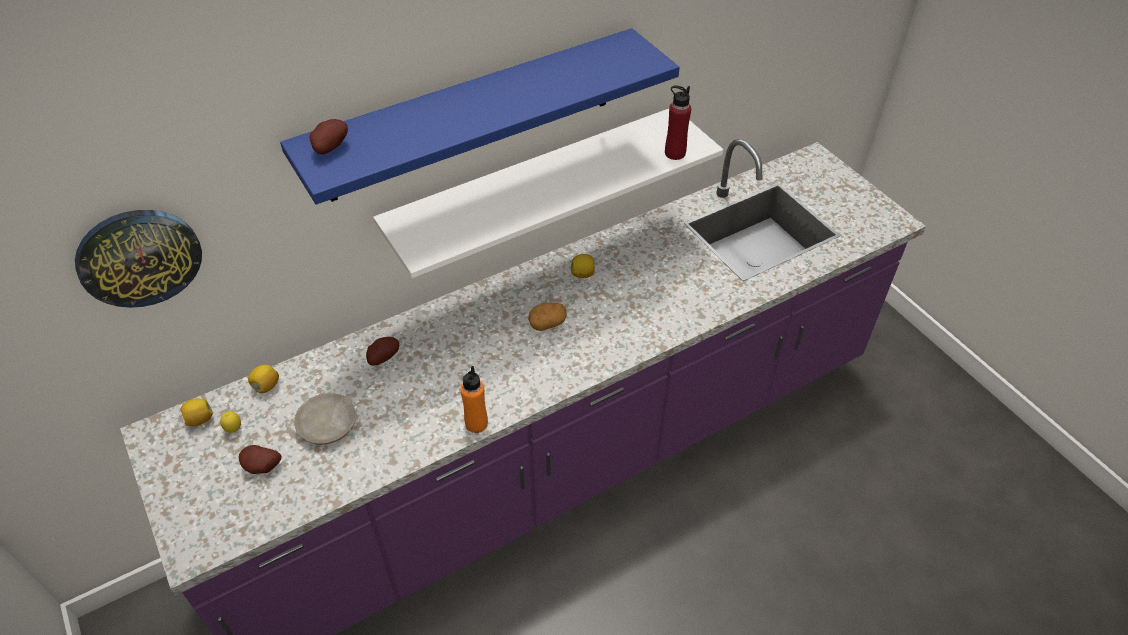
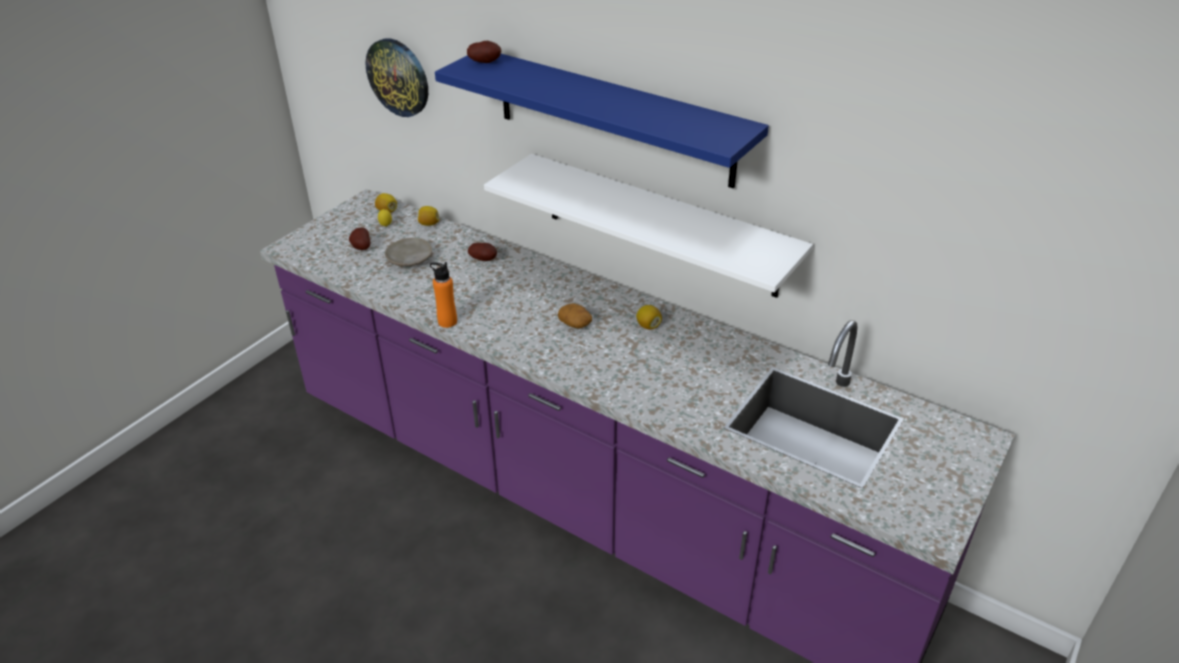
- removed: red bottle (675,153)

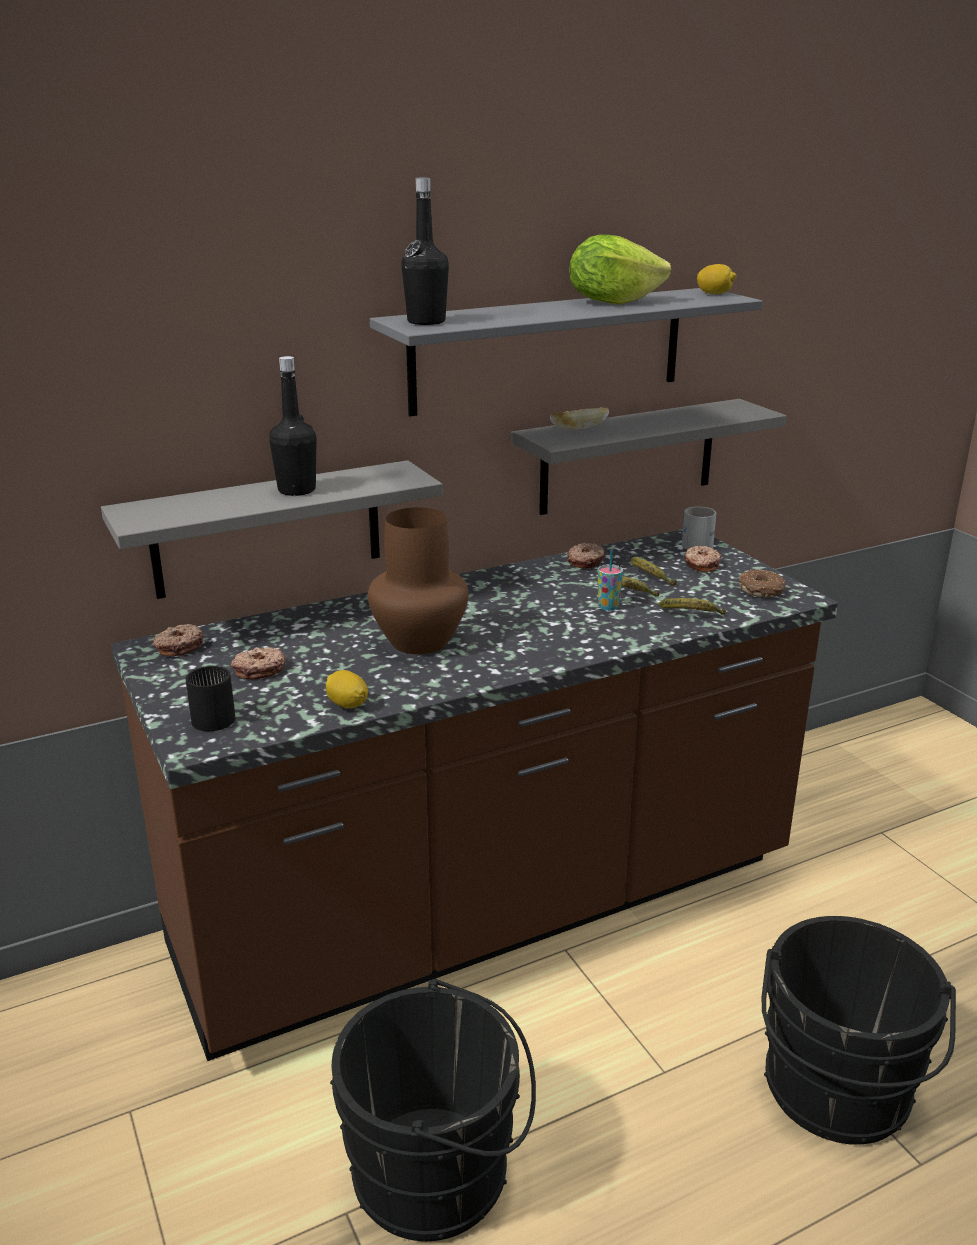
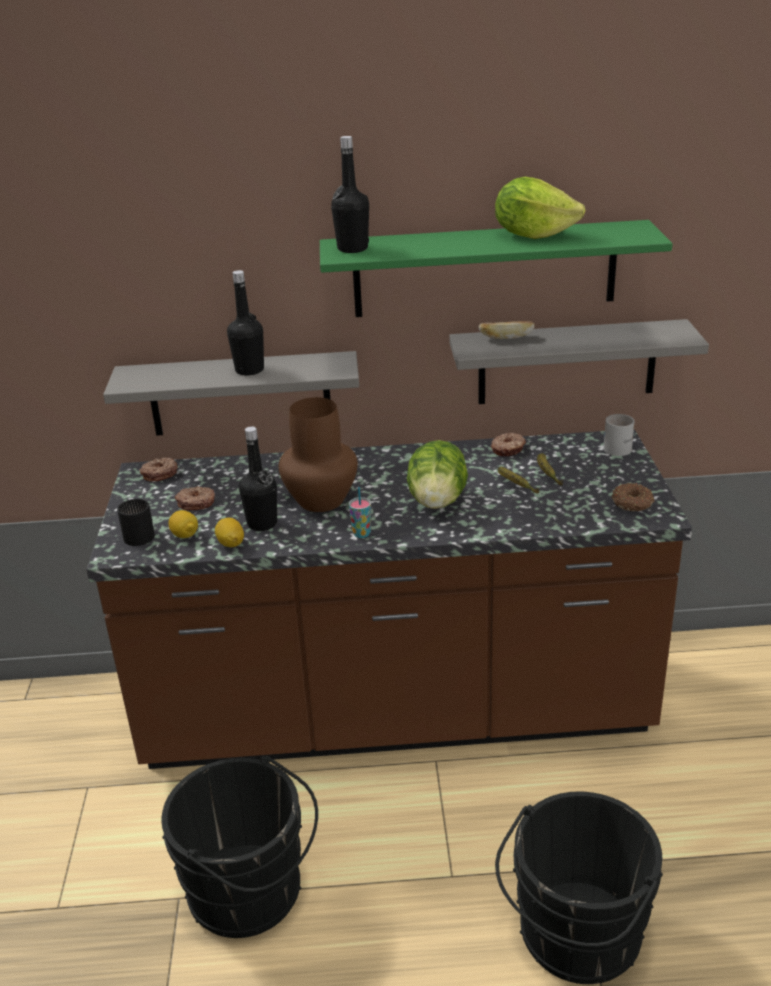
- recoloured: grey shelf (549,350) to green shelf (484,269)
- moved: cup (608,607) to (361,534)
- removed: banana (692,615)
- removed: donut (701,565)
- moved: lemon (714,294) to (185,535)
- added: black bottle (262,523)
- added: lettuce (437,501)

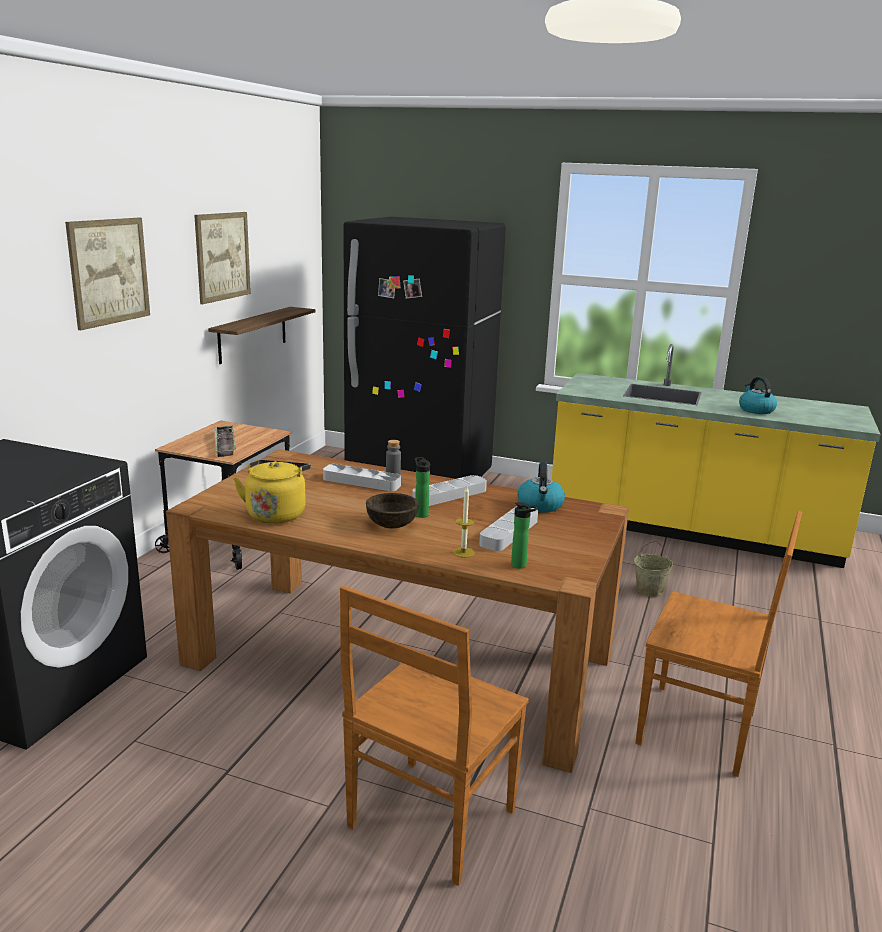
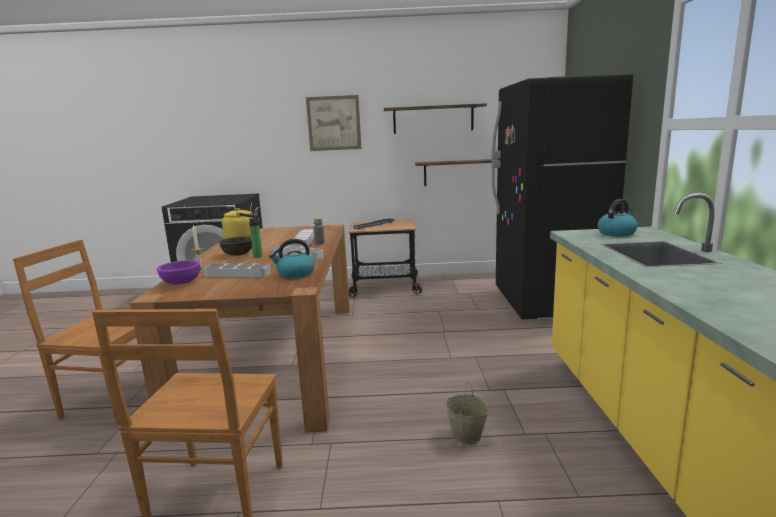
- replaced: picture (222,256) to shelf (433,119)
- replaced: bottle (521,565) to purple bowl (181,283)
- moved: kettle (755,410) to (616,233)

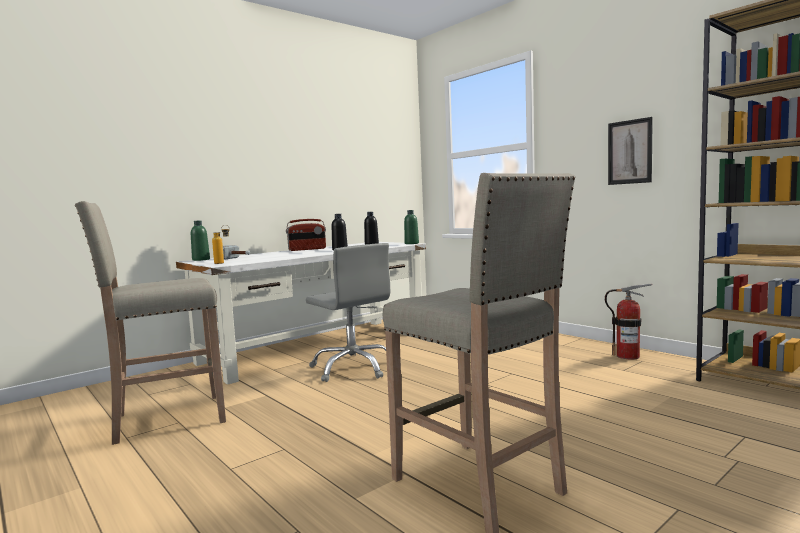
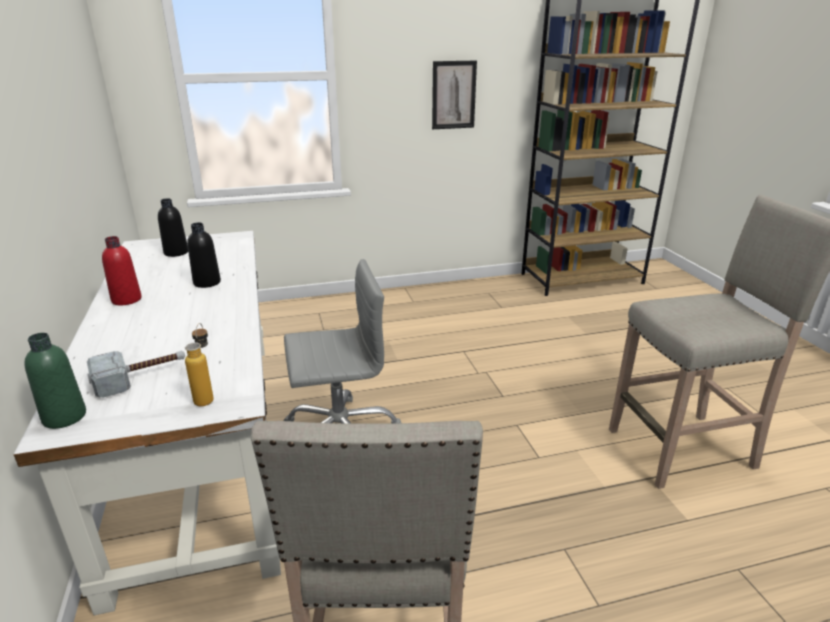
- replaced: radio (307,249) to red bottle (126,300)
- removed: green bottle (411,243)
- removed: fire extinguisher (628,356)

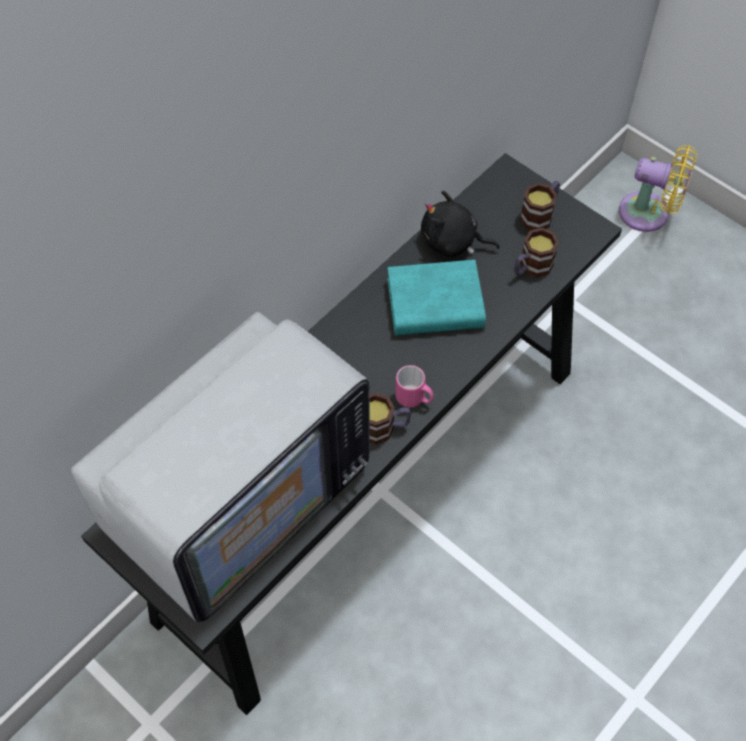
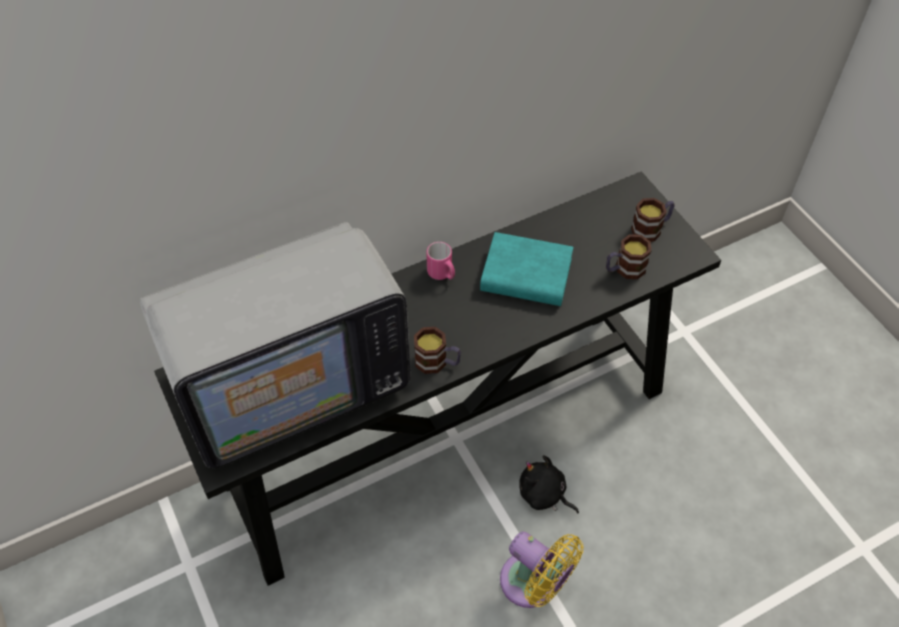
- moved: pink mug (414,398) to (442,274)
- moved: black plush toy (452,242) to (544,494)
- moved: yellow fan (649,213) to (533,584)

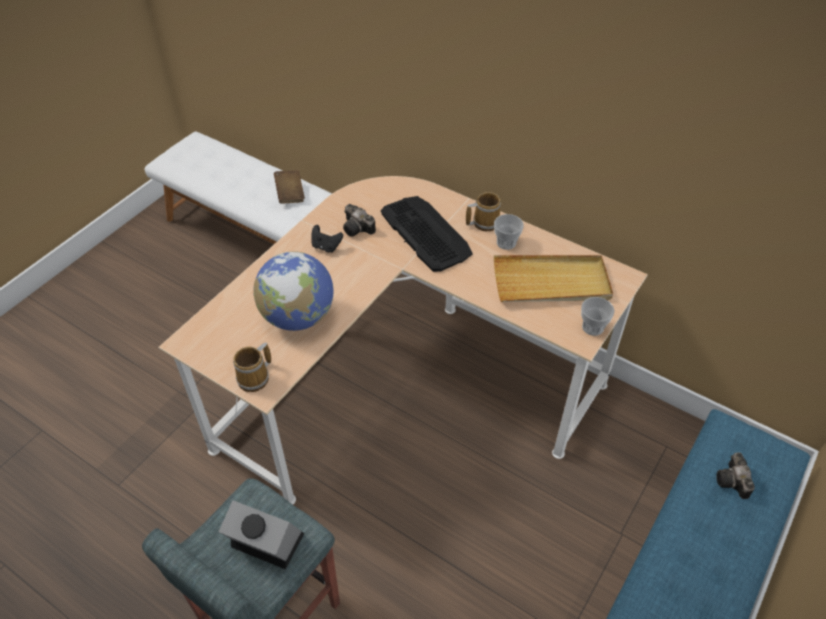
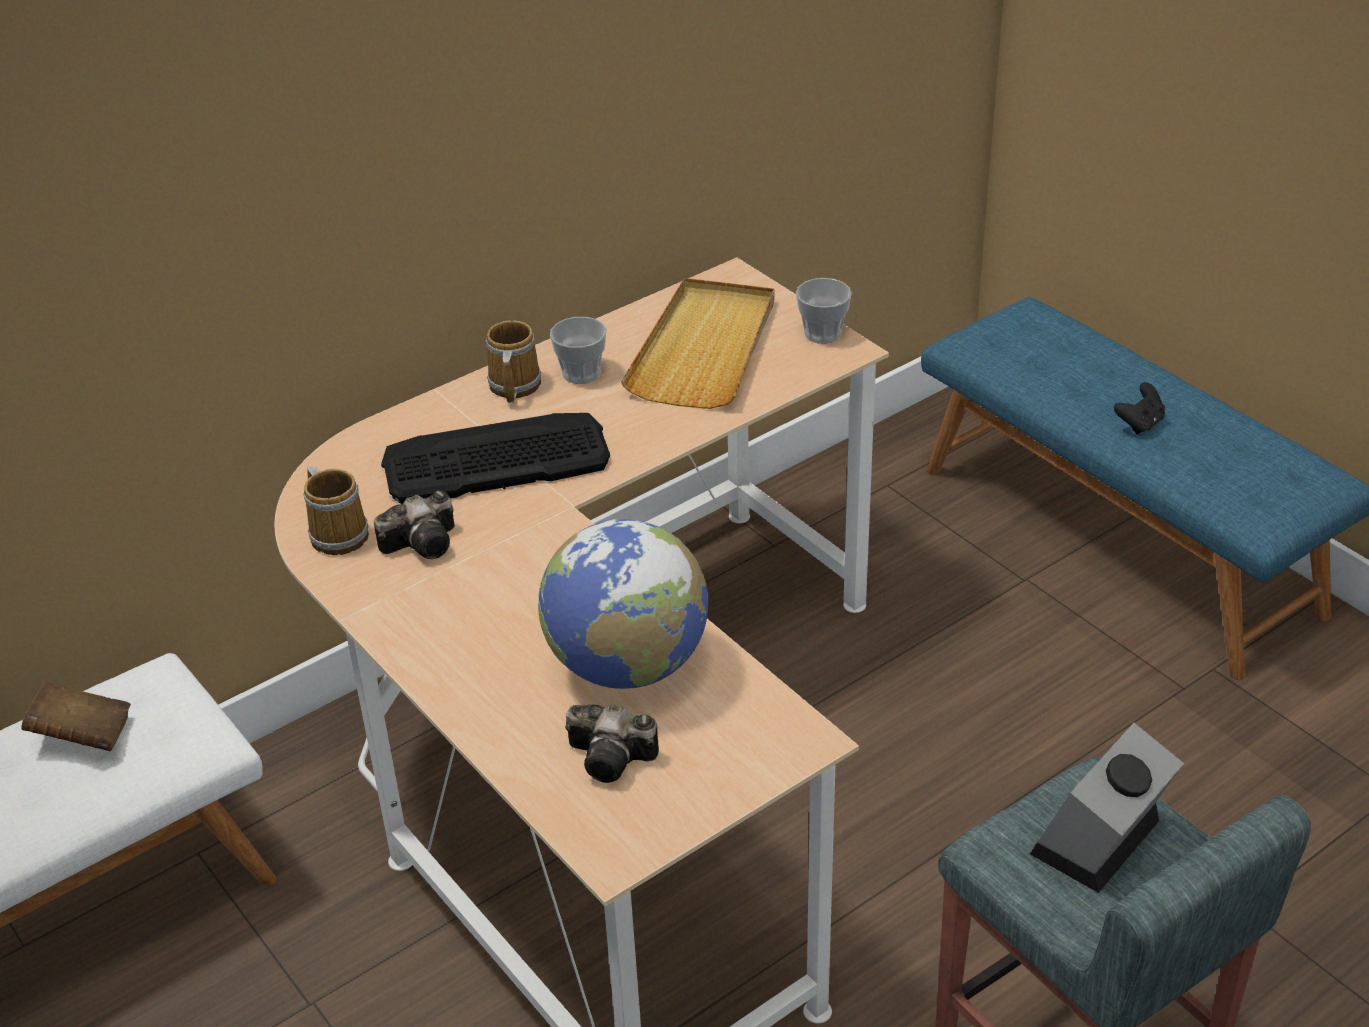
- moved: mug (255,378) to (339,533)
- moved: black game controller (326,246) to (1139,424)
- moved: photo camera (733,482) to (614,758)

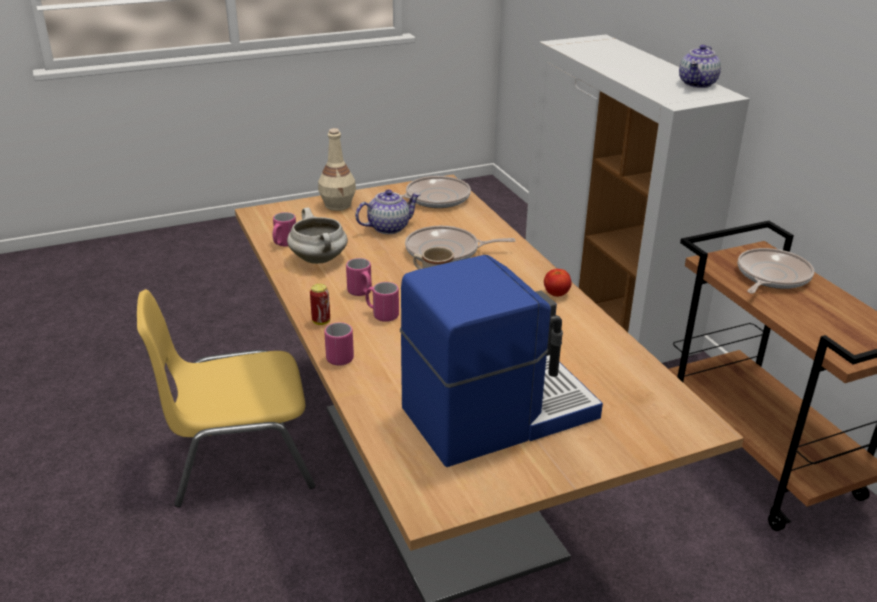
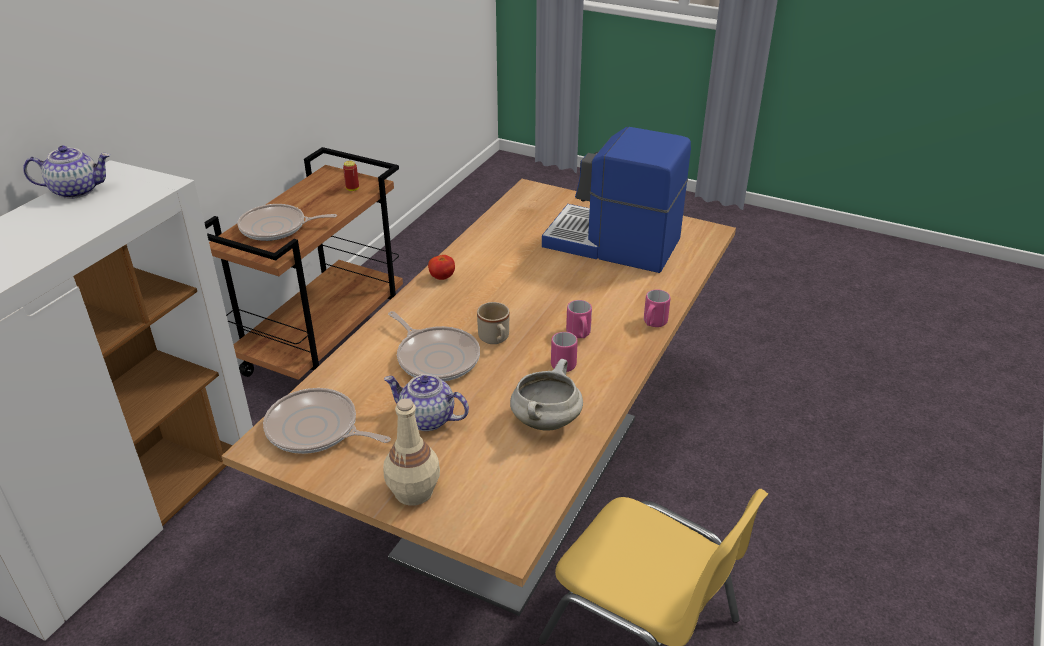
- removed: pink mug (284,244)
- moved: can (321,321) to (352,189)

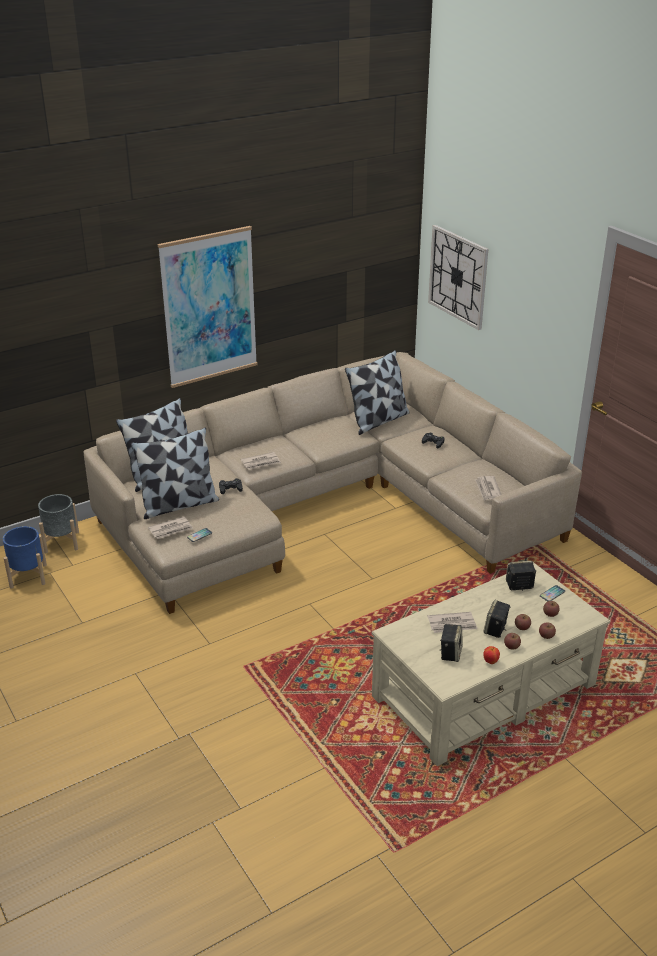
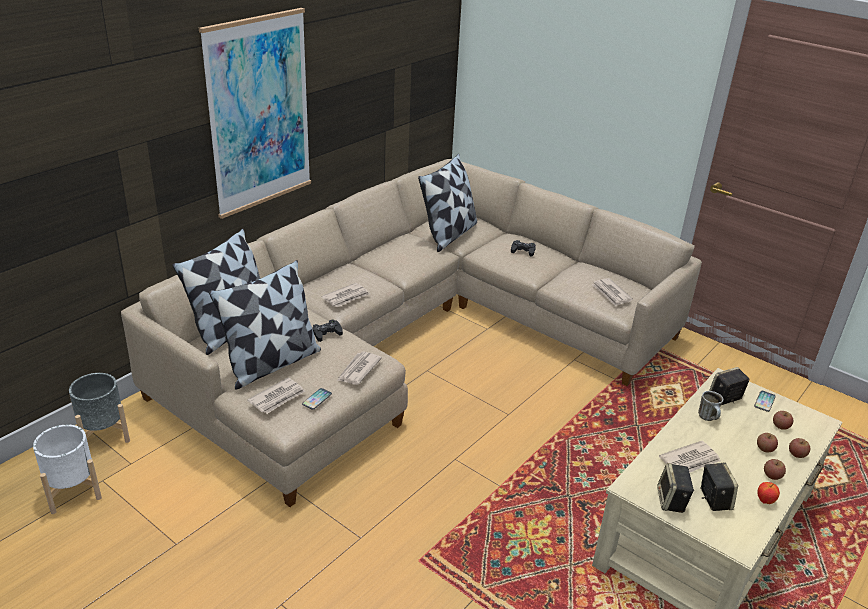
- recoloured: blue planter (28,576) to white planter (73,491)
- removed: wall clock (458,276)
- moved: speaker (496,629) to (672,501)
- added: newspaper (358,370)
- added: mug (709,418)

